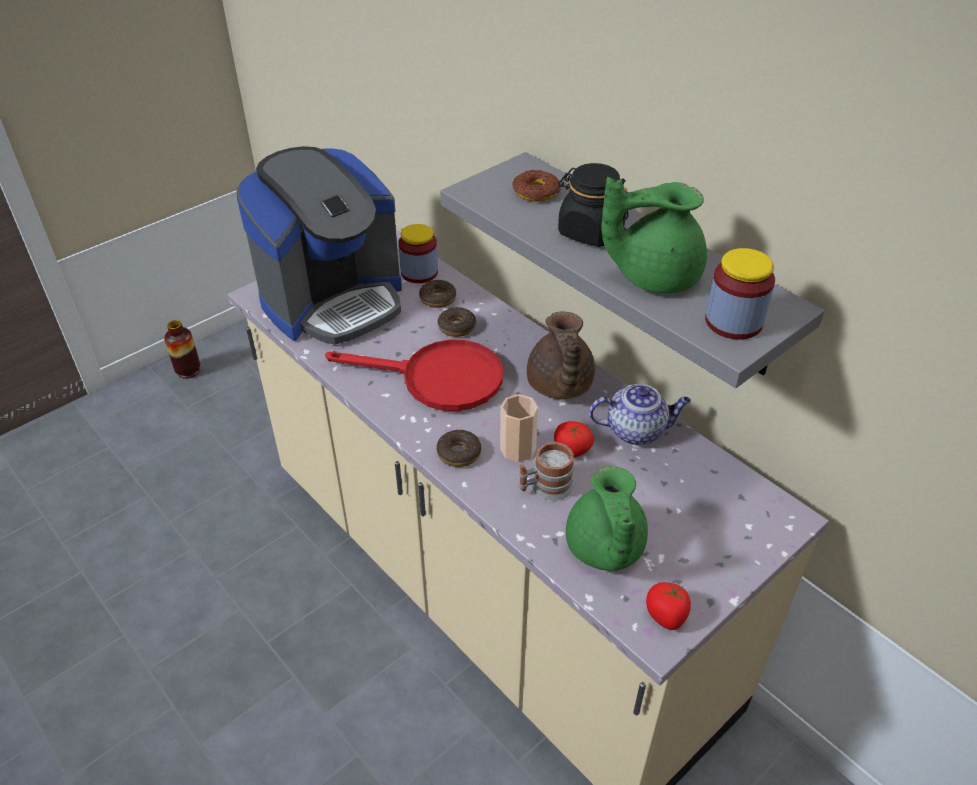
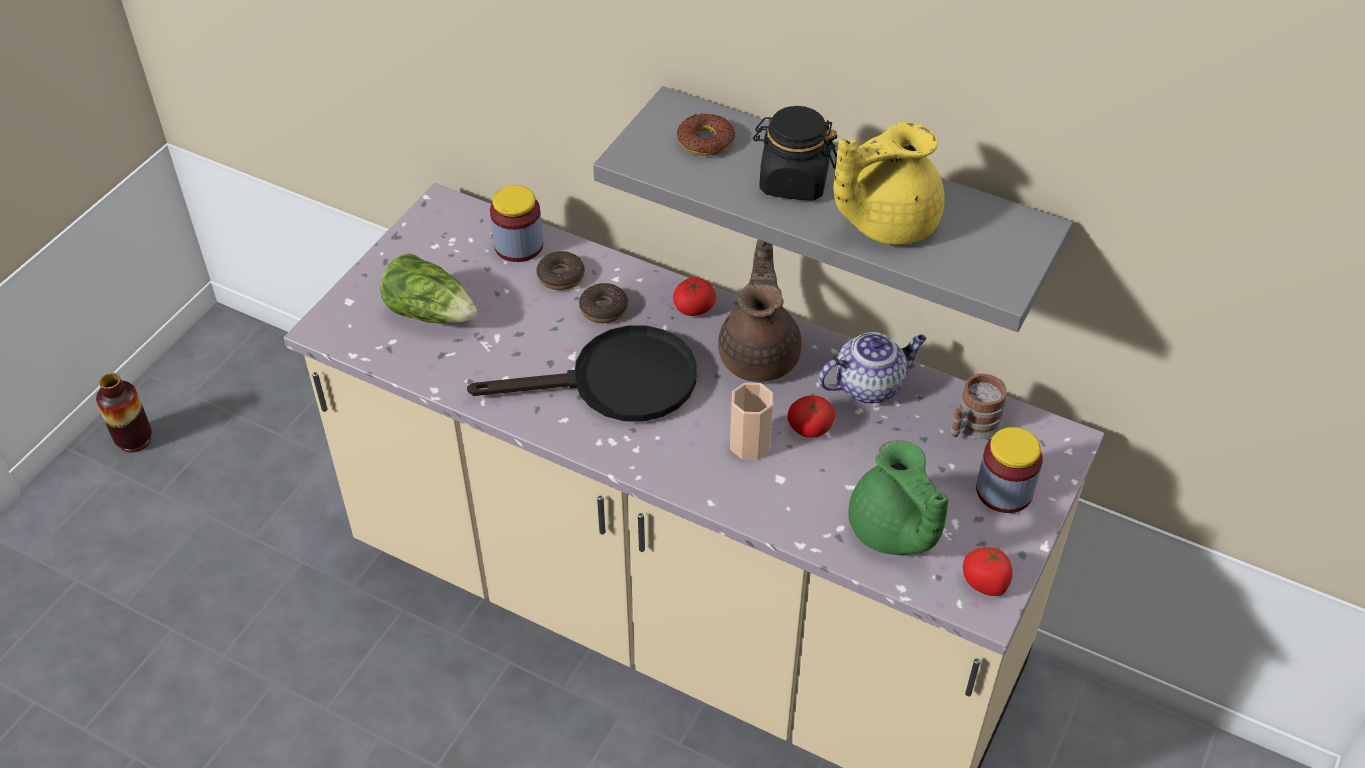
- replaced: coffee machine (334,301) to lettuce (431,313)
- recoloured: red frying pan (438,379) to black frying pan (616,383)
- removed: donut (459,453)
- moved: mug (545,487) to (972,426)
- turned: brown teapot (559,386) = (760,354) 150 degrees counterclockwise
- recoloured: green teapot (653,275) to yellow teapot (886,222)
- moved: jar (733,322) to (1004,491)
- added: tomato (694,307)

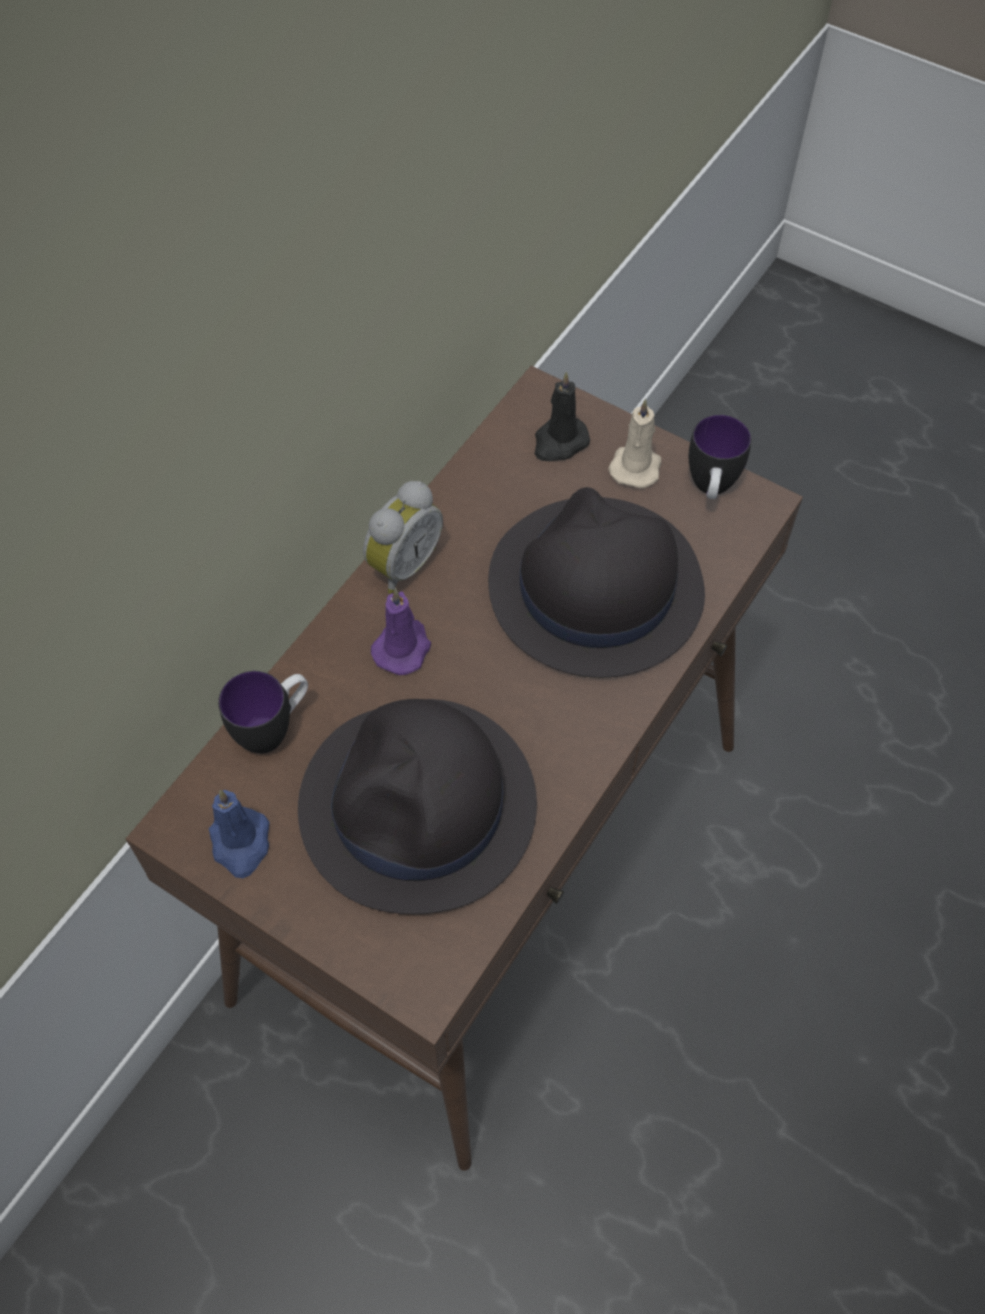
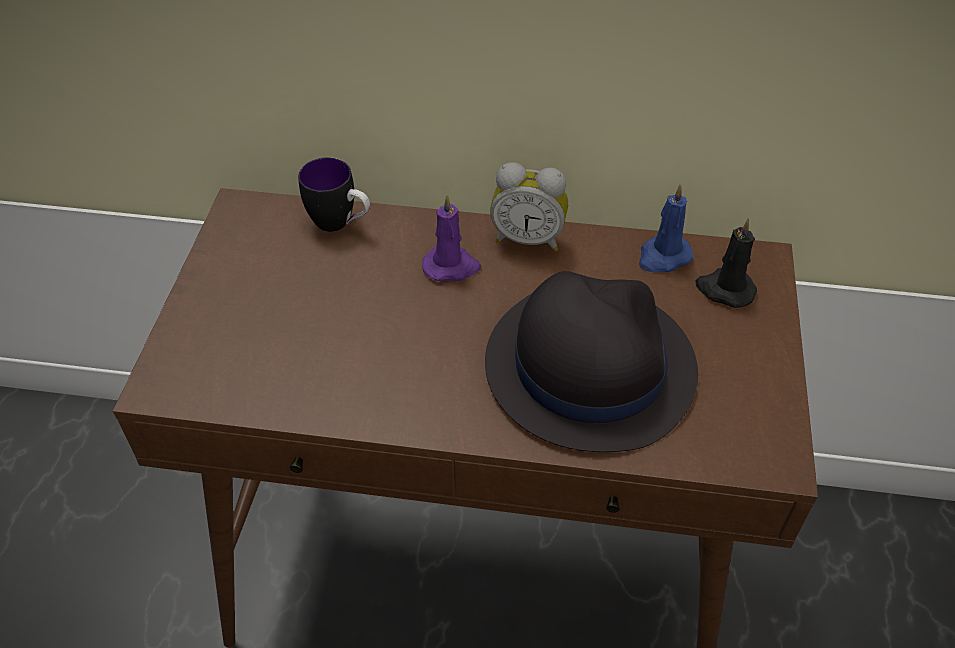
- moved: blue candle (241,844) to (663,257)
- removed: black hat (419,807)
- removed: beige candle (636,465)
- removed: mug (710,490)

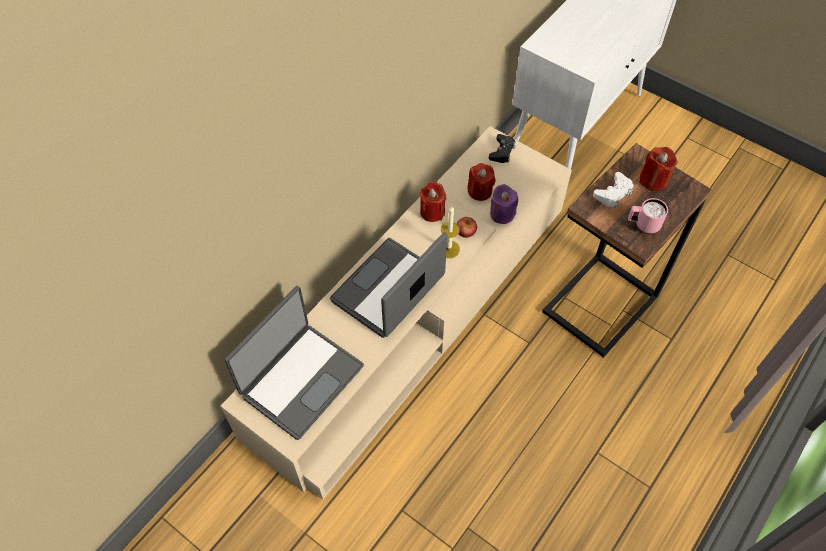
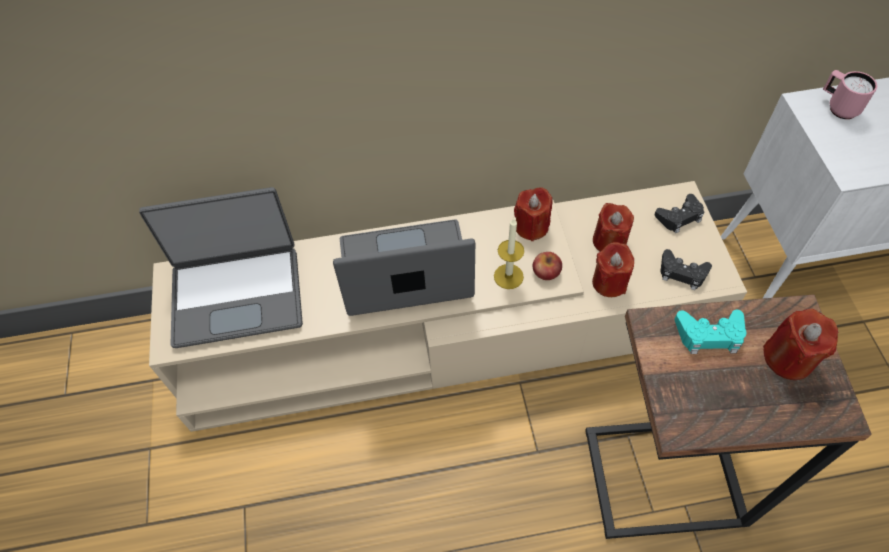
- recoloured: purple candle (502,214) to red candle (609,282)
- recoloured: white game controller (613,193) to turquoise game controller (709,335)
- moved: pink mug (643,225) to (838,107)
- added: black game controller (682,273)

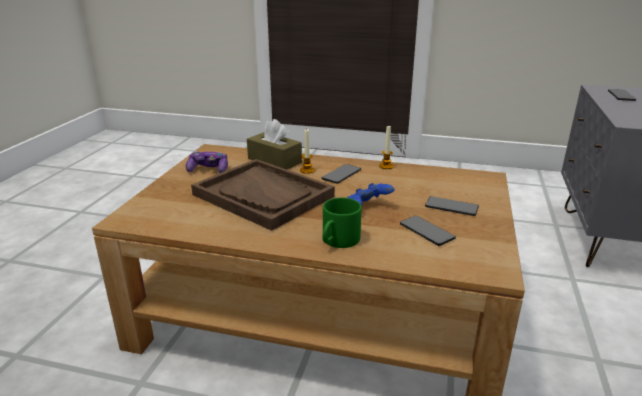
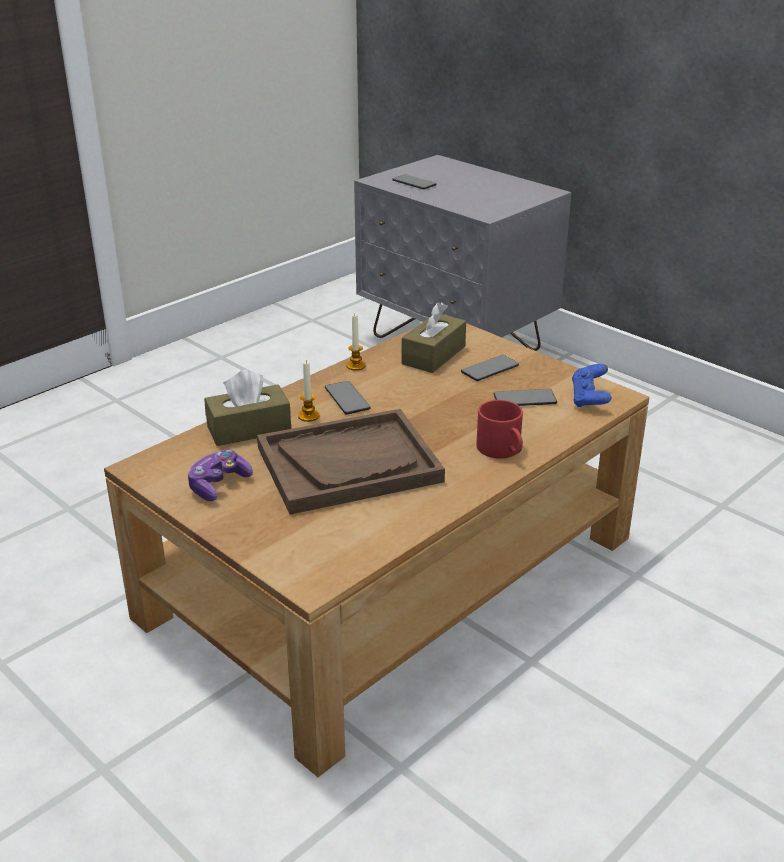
- recoloured: green mug (338,241) to red mug (503,450)
- moved: blue game controller (368,207) to (589,399)
- added: brown tissue box (433,355)

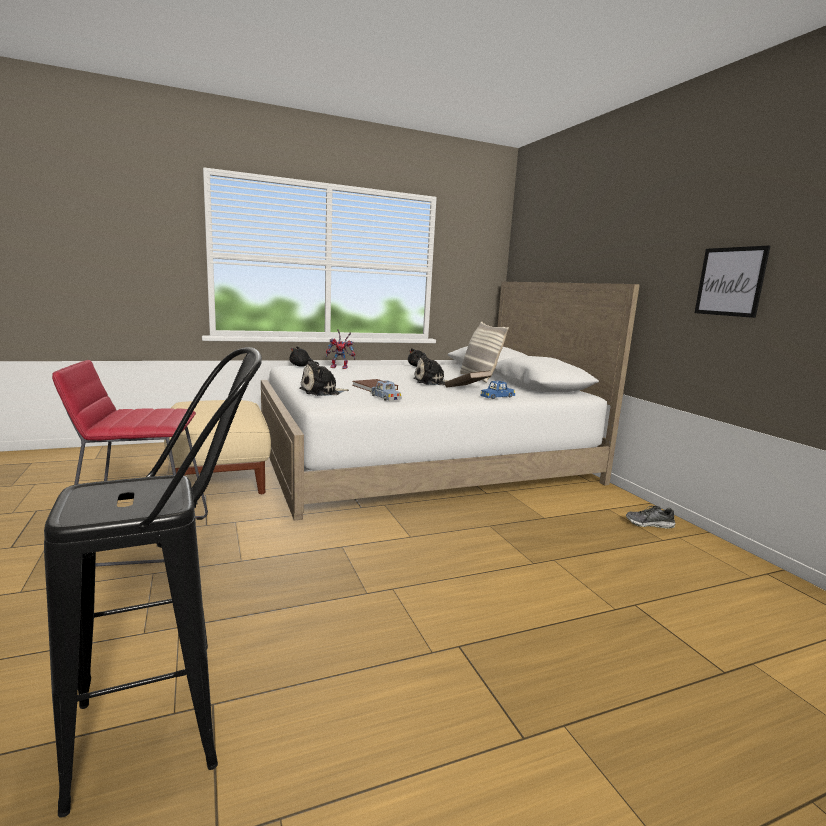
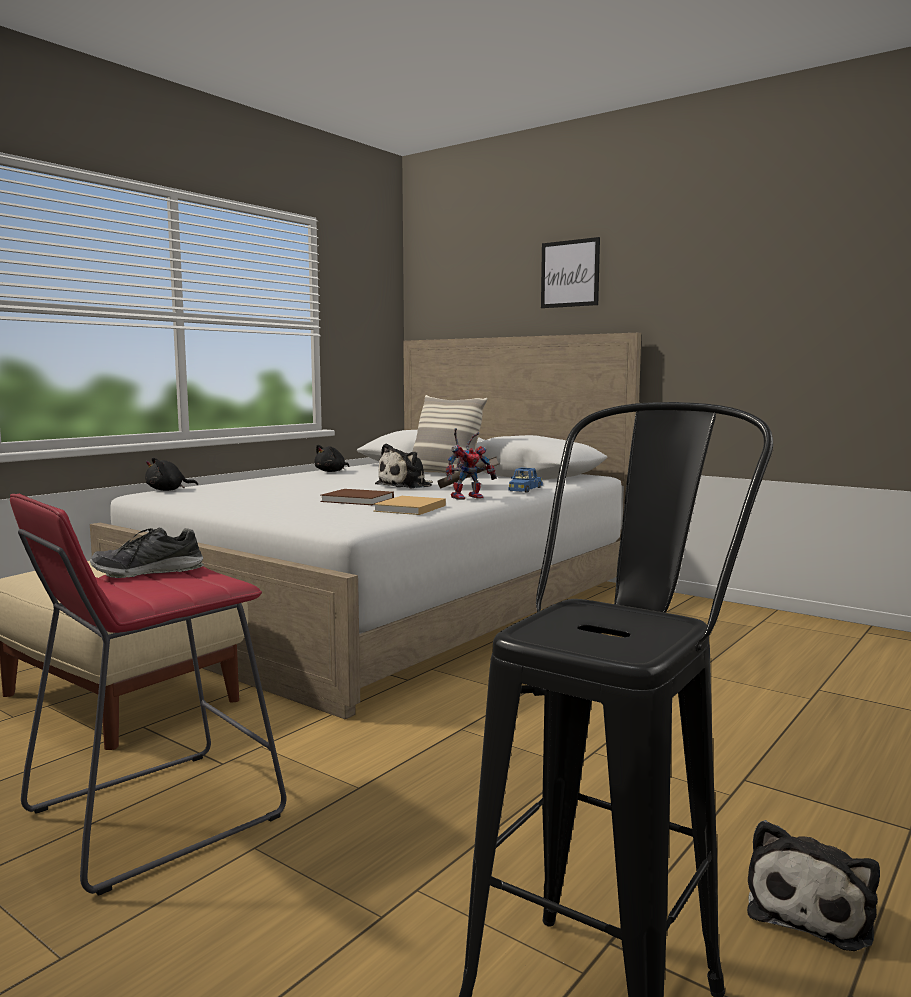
- moved: plush toy (322,392) to (811,909)
- moved: toy robot (341,367) to (468,497)
- replaced: blue toy car (385,398) to beige book (409,508)
- moved: shoe (649,524) to (149,572)
- moved: picture (730,281) to (570,273)

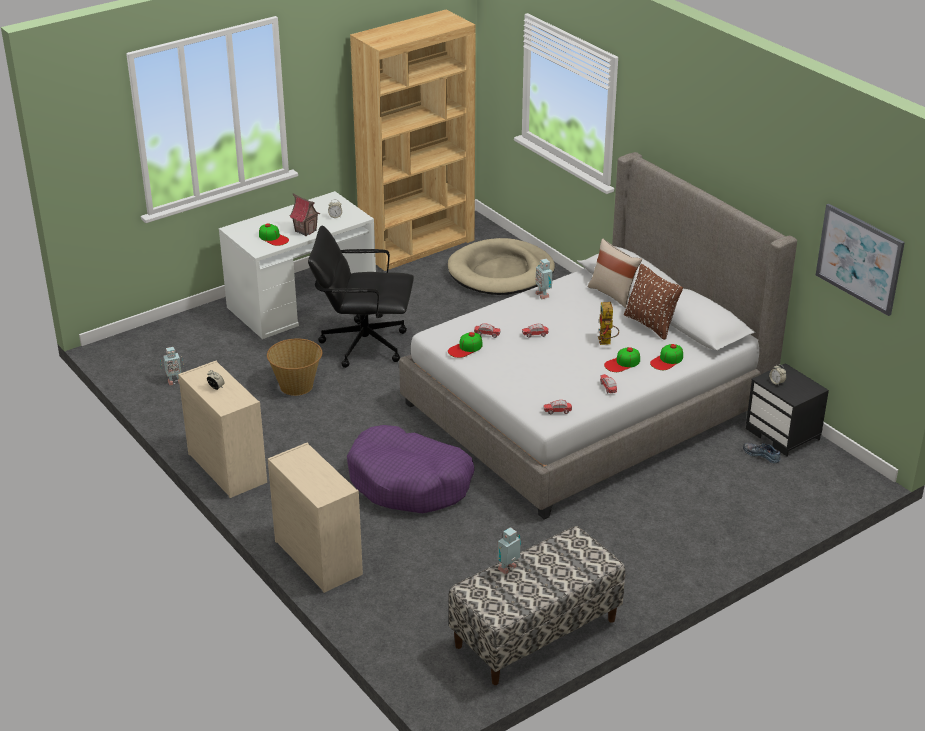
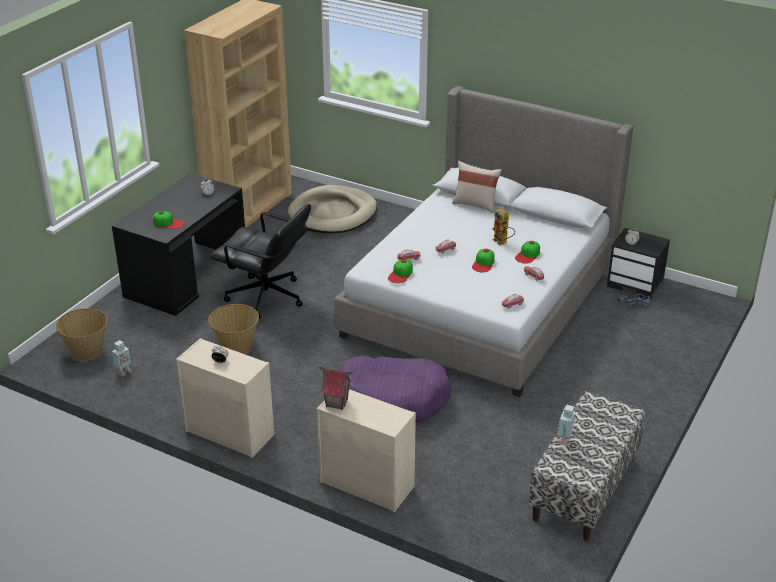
- recoloured: white desk (302,302) to black desk (186,277)
- moved: toy house (306,231) to (336,402)
- turned: black office chair (363,344) = (266,298) 135 degrees counterclockwise
- removed: toy robot (543,295)
- removed: brown pillow (650,324)
- moved: cap (667,360) to (483,263)
- removed: picture (859,258)
- added: basket (87,351)

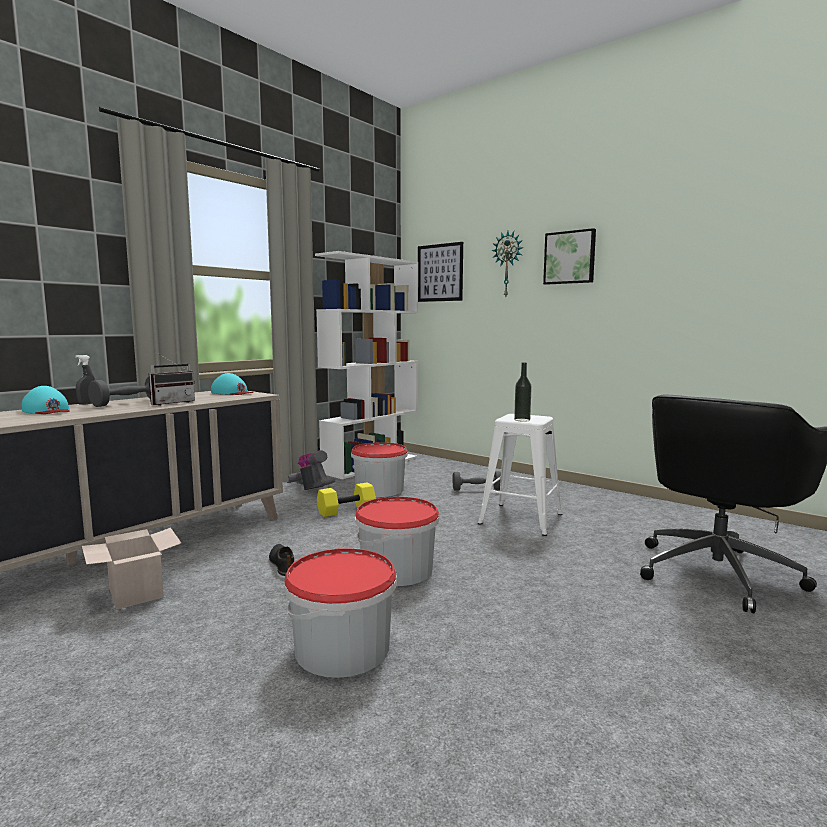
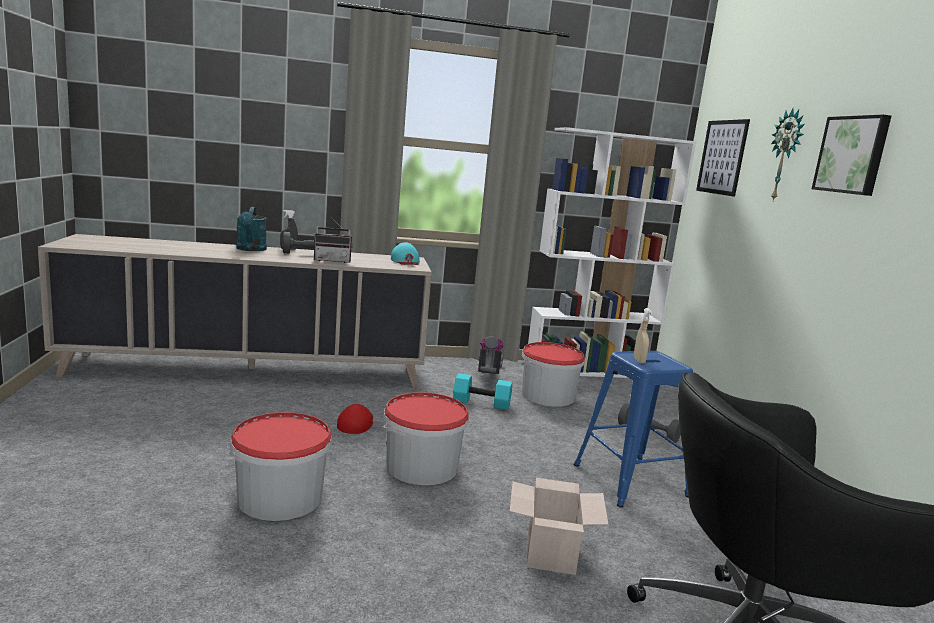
- replaced: turquoise cap (47,410) to turquoise watering can (251,249)
- moved: cardboard box (134,592) to (549,552)
- replaced: black shoe (283,564) to red cap (356,423)
- recoloured: yellow dumbbell (346,510) to turquoise dumbbell (482,402)
- recoloured: white stool (520,518) to blue stool (630,479)
- replaced: bottle (522,420) to beige spray bottle (639,361)

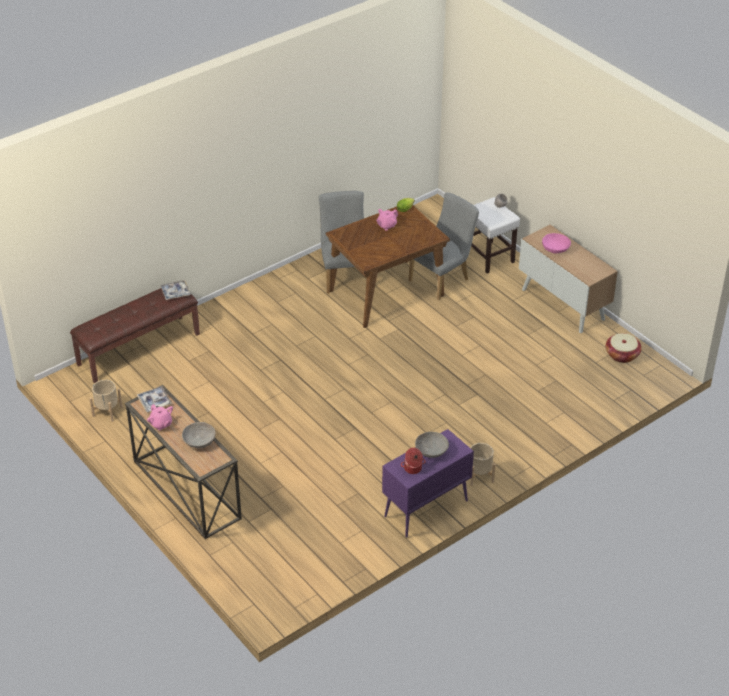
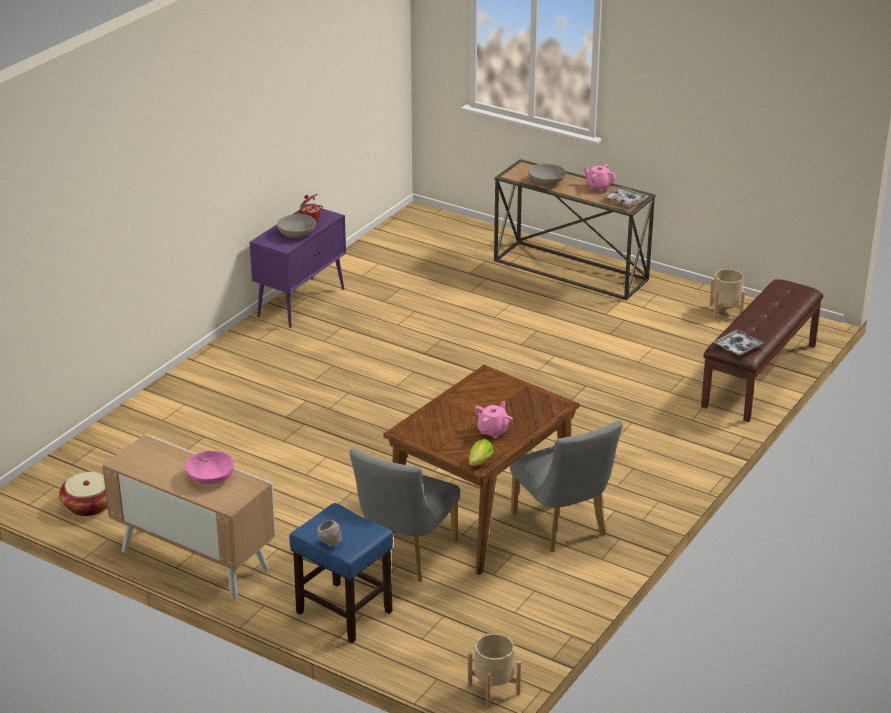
- moved: beige planter (479,475) to (494,689)
- recoloured: white stool (489,257) to blue stool (343,611)

